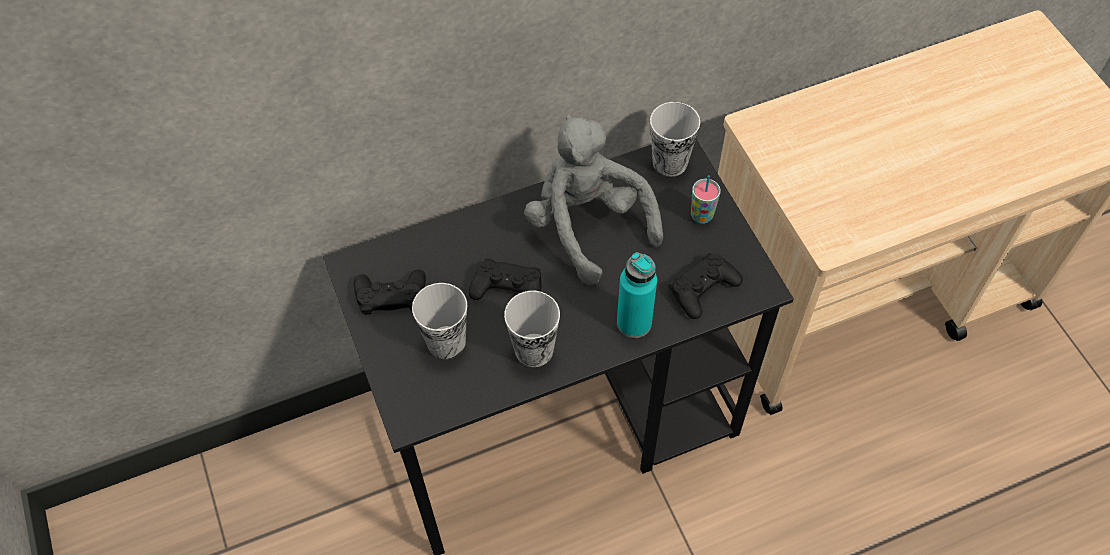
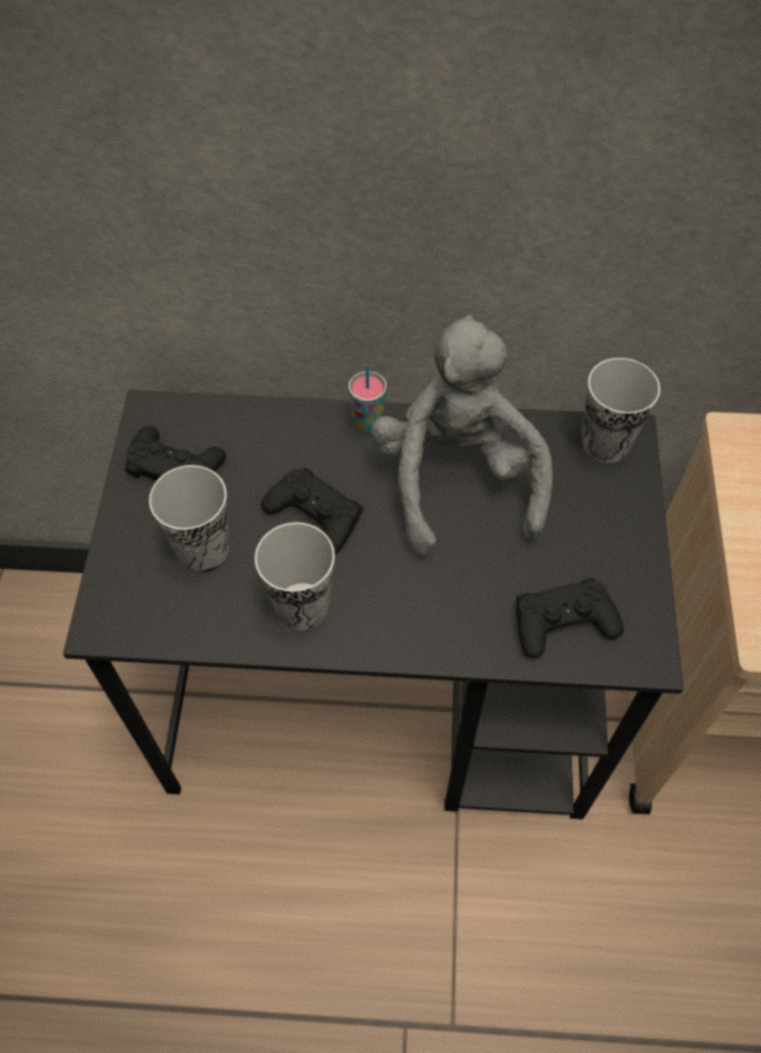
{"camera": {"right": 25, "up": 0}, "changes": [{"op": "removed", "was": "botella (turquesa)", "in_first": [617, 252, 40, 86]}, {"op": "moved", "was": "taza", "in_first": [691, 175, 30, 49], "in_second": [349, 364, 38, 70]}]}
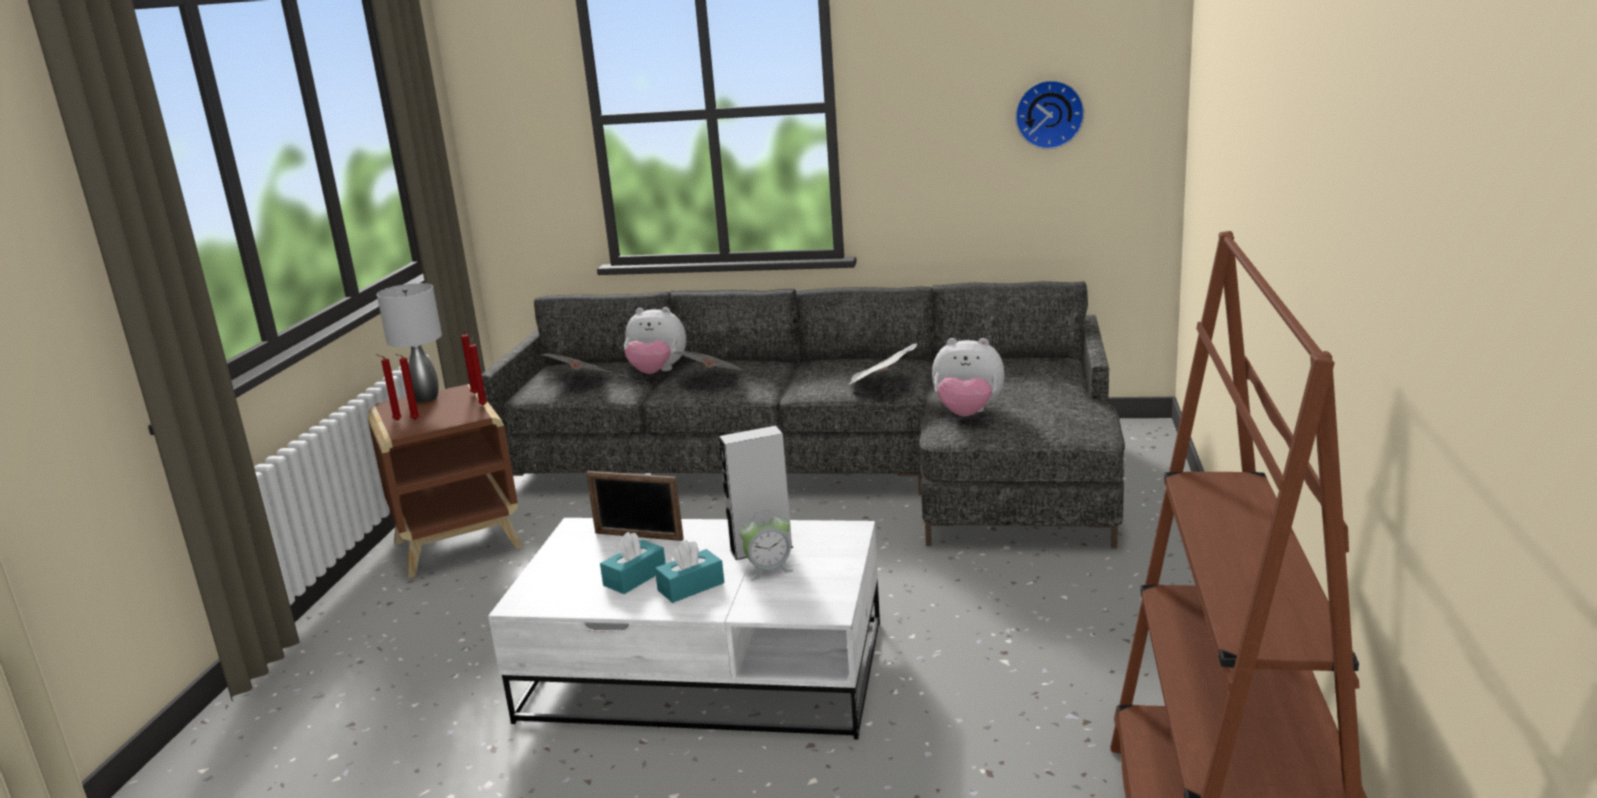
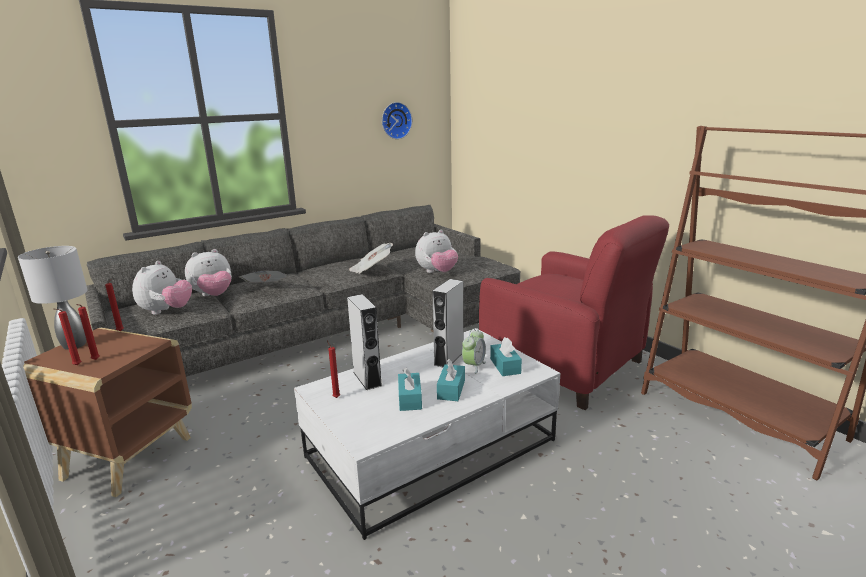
{"camera": {"right": -45, "up": 0}, "changes": [{"op": "moved", "was": "vela (rojo)", "in_first": [469, 337, 18, 68], "in_second": [327, 341, 13, 57]}, {"op": "replaced", "was": "periódico", "now": "peluche", "in_first": [542, 354, 71, 18], "in_second": [132, 261, 60, 54]}, {"op": "replaced", "was": "portarretratos", "now": "altavoz (gris)", "in_first": [586, 471, 98, 70], "in_second": [347, 294, 35, 96]}, {"op": "added", "now": "sillón (rojo)", "in_second": [479, 216, 190, 194]}, {"op": "added", "now": "caja de pañuelos (turquesa)", "in_second": [490, 337, 32, 39]}]}
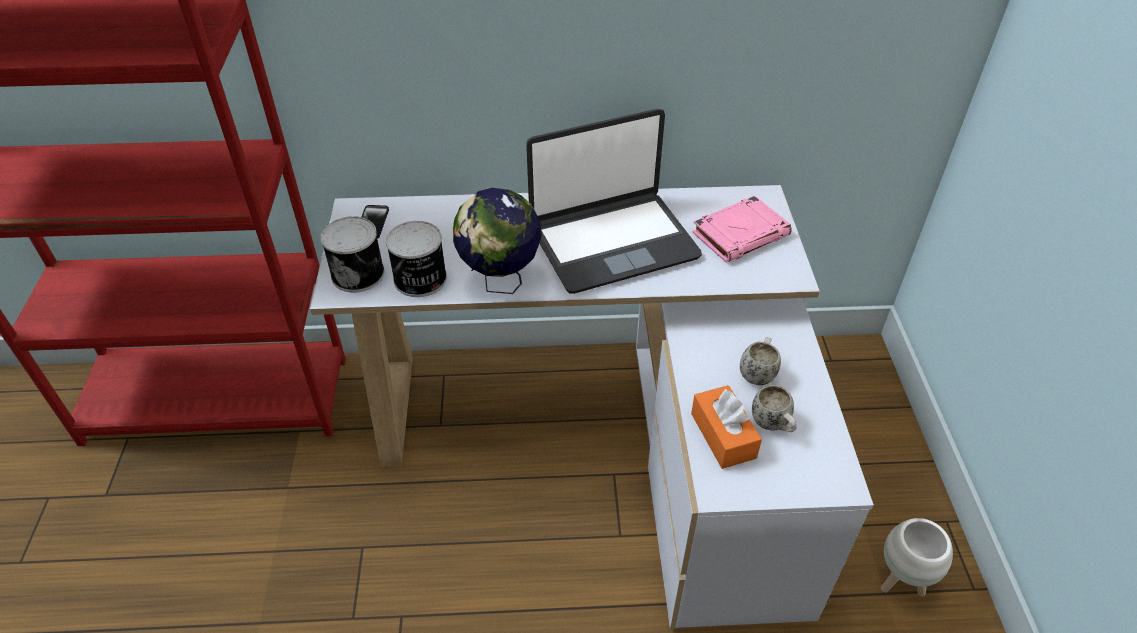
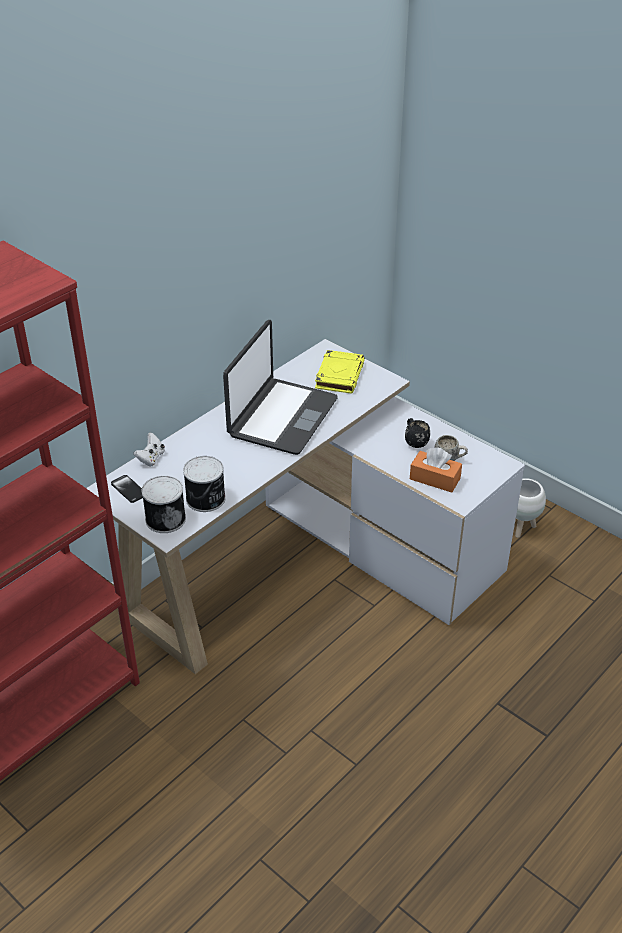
{"camera": {"right": -45, "up": -5}, "changes": [{"op": "removed", "was": "globo terráqueo", "in_first": [453, 188, 89, 106]}, {"op": "recoloured", "was": "libro (rosa)", "now": "libro (amarillo)", "in_first": [692, 196, 100, 67], "in_second": [315, 350, 50, 44]}, {"op": "recoloured", "was": "taza grande (blanco)", "now": "taza grande (negro)", "in_first": [740, 337, 41, 48], "in_second": [405, 418, 25, 30]}, {"op": "added", "now": "mando de consola (blanco)", "in_second": [133, 433, 32, 33]}]}
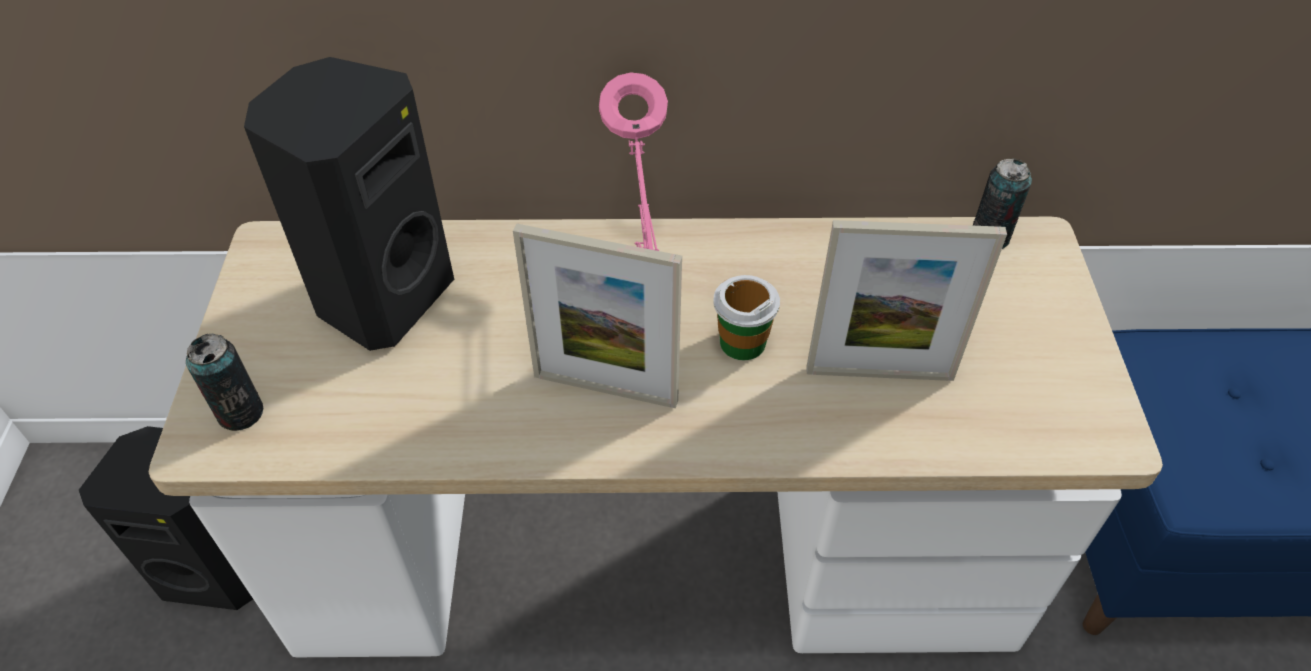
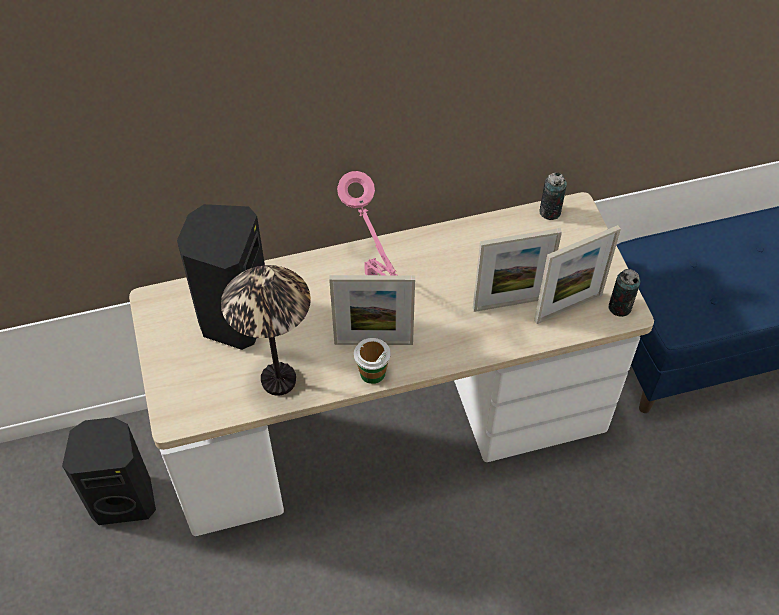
{"camera": {"right": -15, "up": 5}, "changes": [{"op": "moved", "was": "lata", "in_first": [186, 334, 77, 97], "in_second": [609, 269, 31, 48]}, {"op": "moved", "was": "taza", "in_first": [713, 275, 67, 85], "in_second": [354, 338, 36, 46]}, {"op": "added", "now": "lámpara de mesa", "in_second": [221, 265, 90, 131]}, {"op": "added", "now": "portarretratos", "in_second": [534, 225, 87, 99]}]}
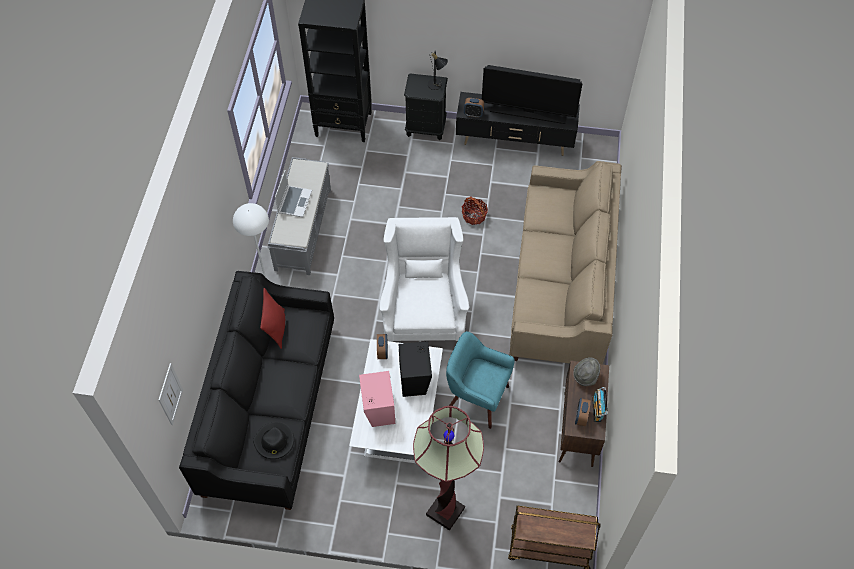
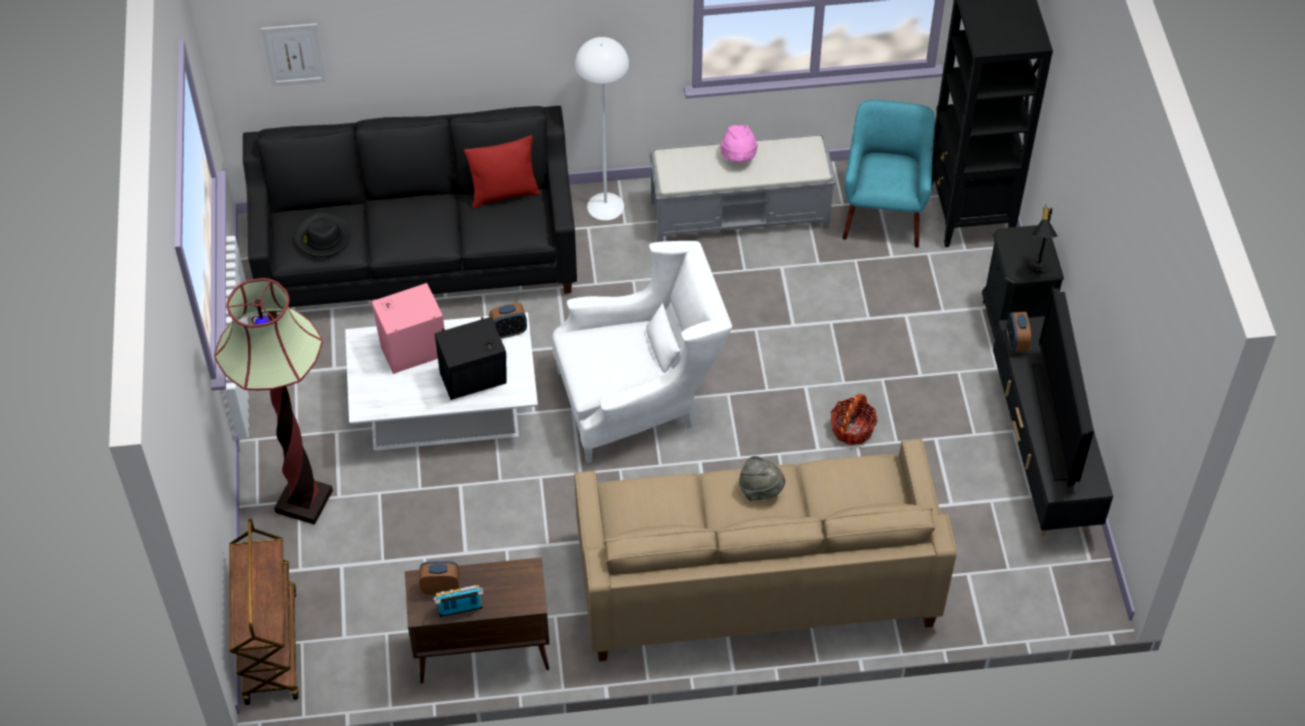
{"camera": {"right": 75, "up": -5}, "changes": [{"op": "replaced", "was": "portátil", "now": "sombrero (rosa)", "in_first": [275, 170, 37, 47], "in_second": [720, 125, 38, 37]}, {"op": "moved", "was": "sillón (turquesa)", "in_first": [446, 331, 69, 98], "in_second": [842, 100, 93, 148]}, {"op": "moved", "was": "sombrero (gris)", "in_first": [573, 357, 28, 29], "in_second": [739, 456, 46, 45]}]}
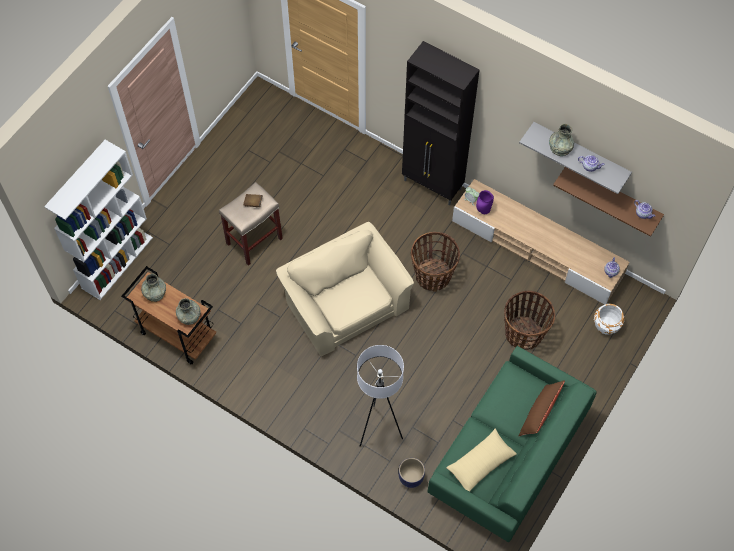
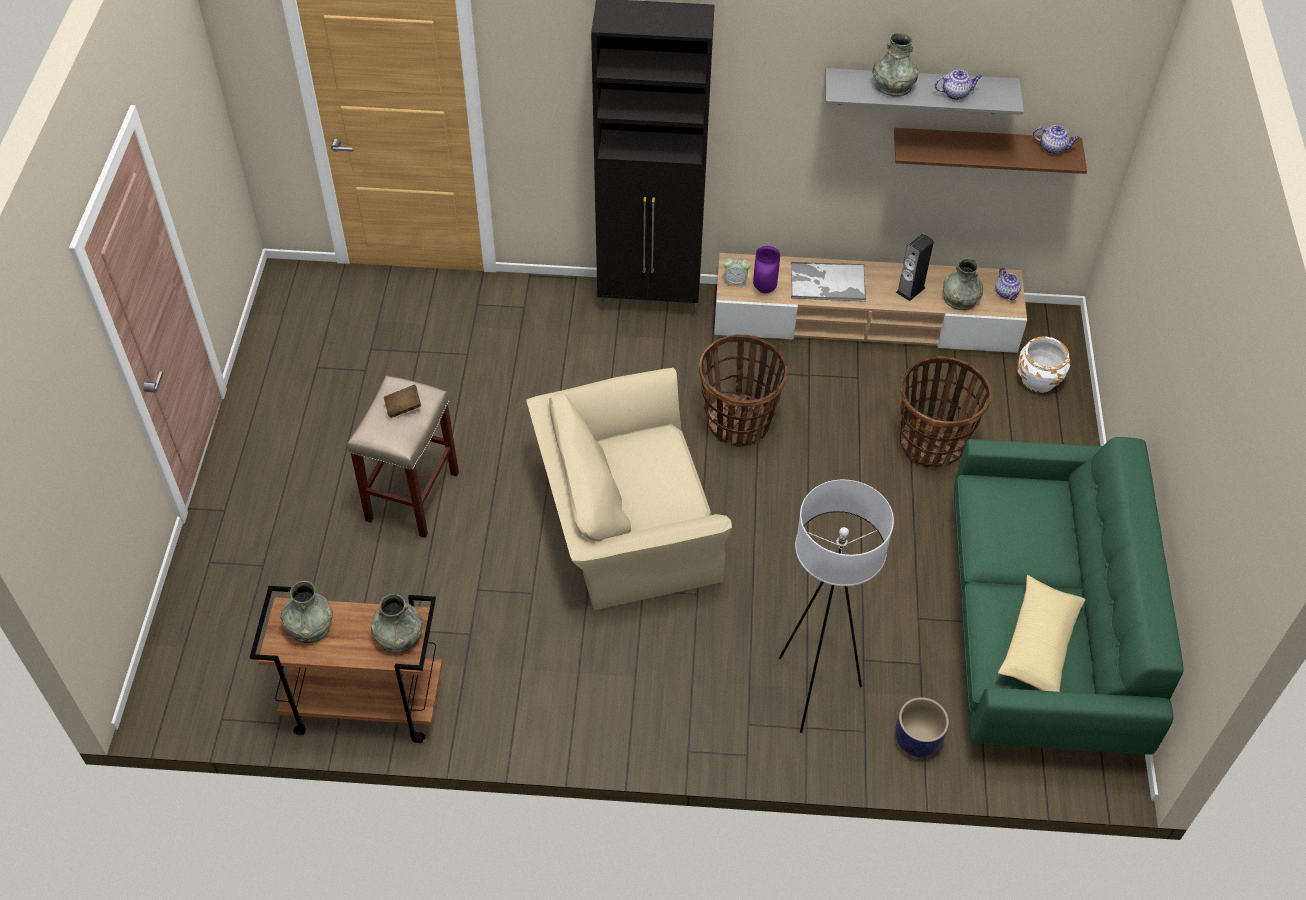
{"camera": {"right": -30, "up": -10}, "changes": [{"op": "removed", "was": "estantería (blanco)", "in_first": [44, 140, 109, 160]}, {"op": "turned", "was": "sillón (beis)", "in_first": [276, 222, 138, 134], "in_second": [526, 368, 206, 242], "clockwise": -45}, {"op": "removed", "was": "cojín (marrón)", "in_first": [519, 380, 46, 56]}, {"op": "added", "now": "bandeja", "in_second": [791, 262, 75, 40]}, {"op": "added", "now": "altavoz", "in_second": [896, 233, 38, 68]}, {"op": "added", "now": "florero (gris)", "in_second": [943, 258, 40, 52]}]}
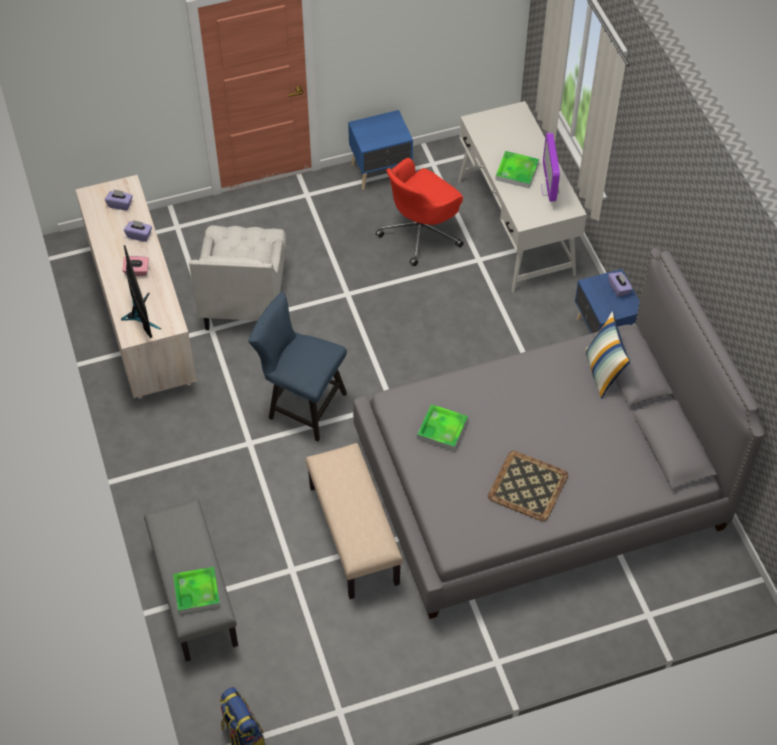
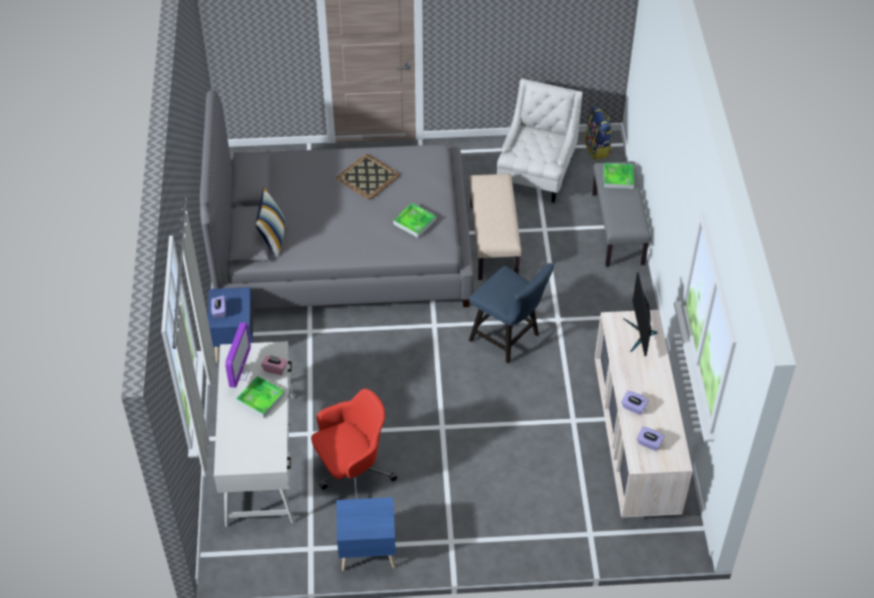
{"camera": {"right": -165, "up": -5}, "changes": [{"op": "moved", "was": "caja de pañuelos (rosa)", "in_first": [122, 256, 27, 20], "in_second": [261, 355, 26, 20]}, {"op": "moved", "was": "sillón (blanco)", "in_first": [189, 225, 97, 105], "in_second": [497, 79, 86, 124]}]}
